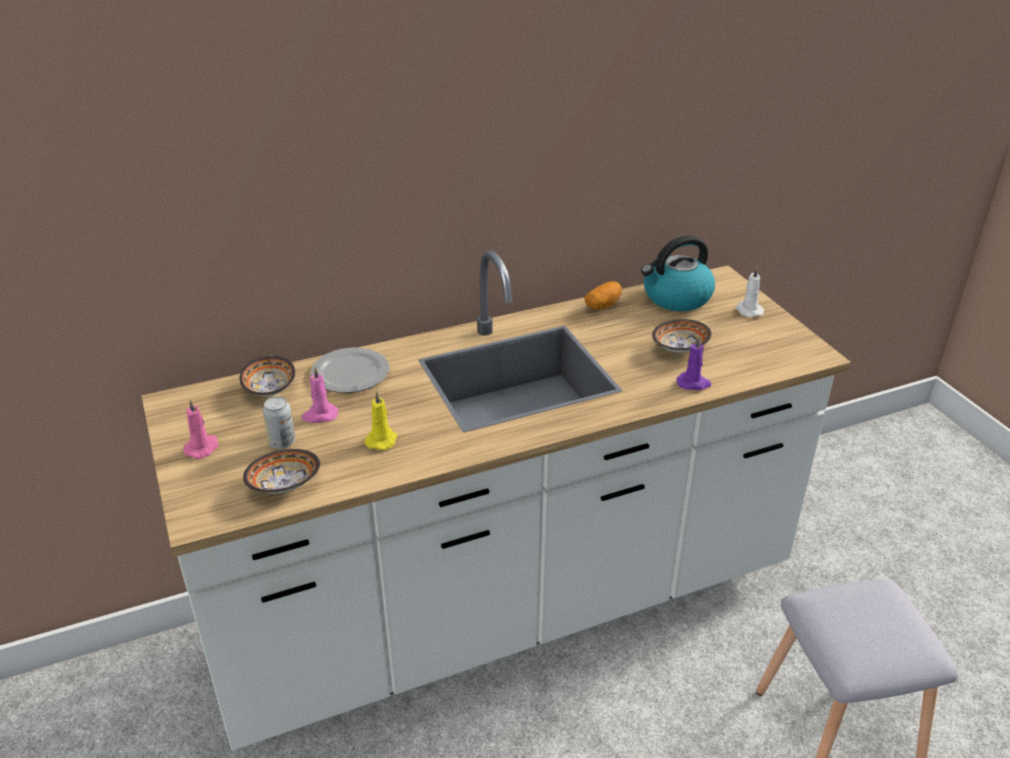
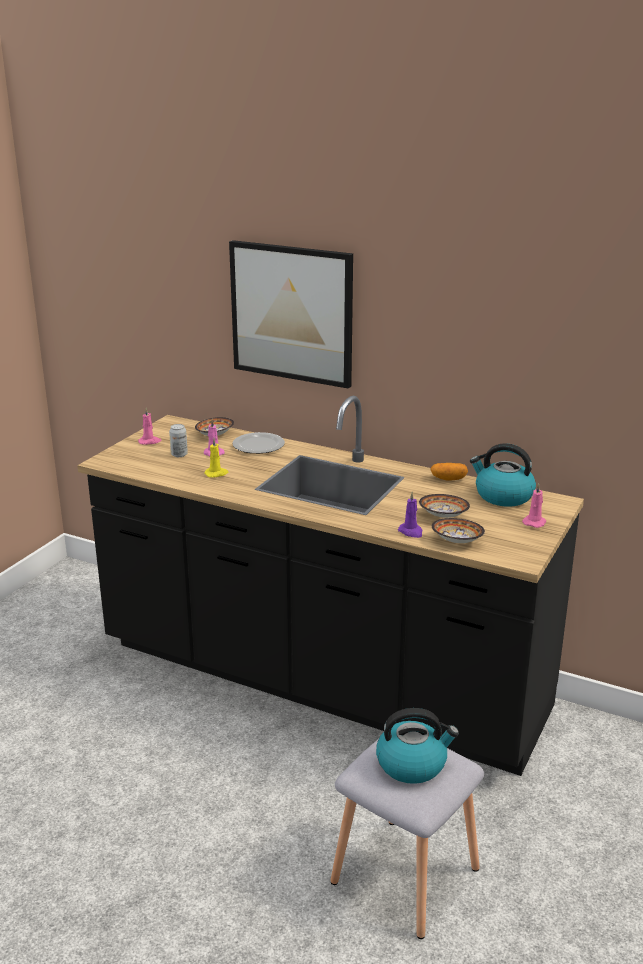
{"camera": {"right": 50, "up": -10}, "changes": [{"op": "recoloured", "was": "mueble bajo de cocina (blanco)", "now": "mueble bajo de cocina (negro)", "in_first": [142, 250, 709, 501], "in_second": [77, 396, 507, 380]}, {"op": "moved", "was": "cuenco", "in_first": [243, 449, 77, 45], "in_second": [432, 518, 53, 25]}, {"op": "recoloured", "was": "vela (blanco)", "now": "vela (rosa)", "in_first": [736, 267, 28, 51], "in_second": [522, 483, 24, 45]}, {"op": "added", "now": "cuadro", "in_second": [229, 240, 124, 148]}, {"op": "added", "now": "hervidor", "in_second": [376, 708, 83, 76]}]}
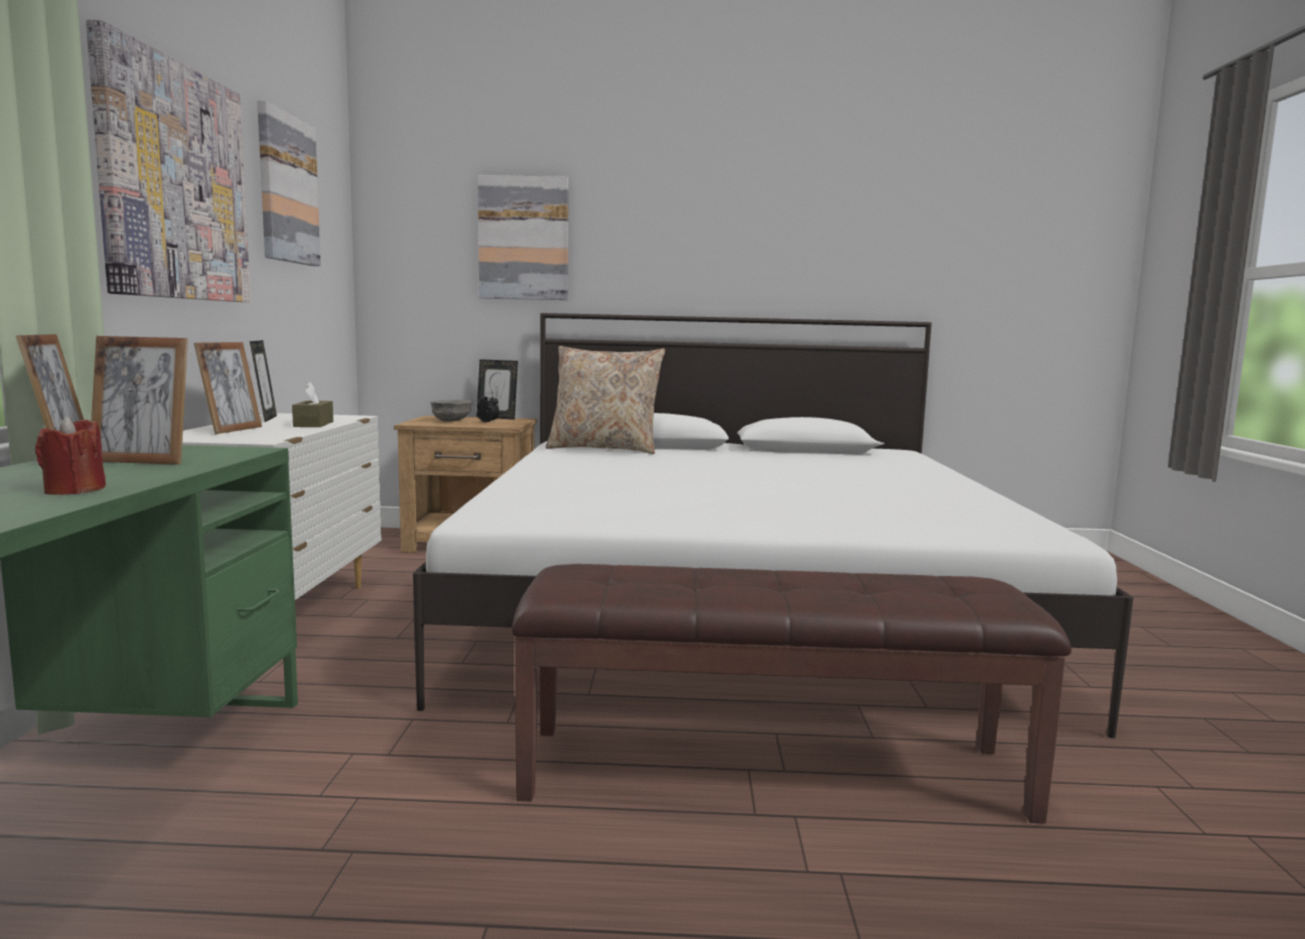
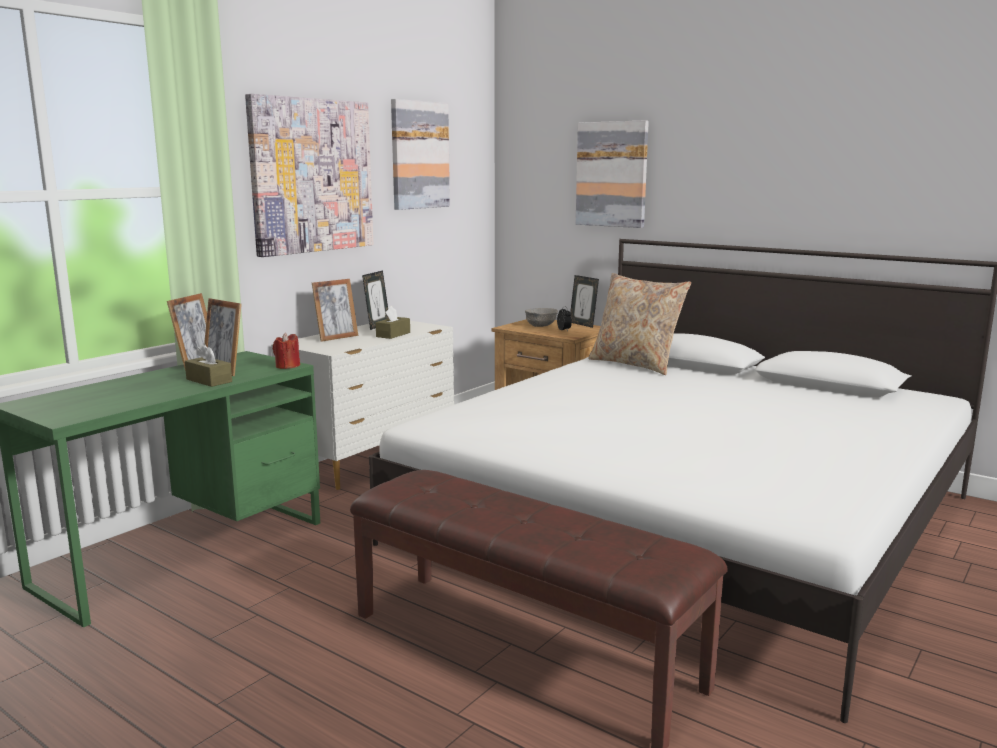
{"camera": {"right": 35, "up": 5}, "changes": [{"op": "moved", "was": "vela (rojo)", "in_first": [35, 416, 71, 79], "in_second": [273, 333, 27, 36]}, {"op": "added", "now": "caja de pañuelos (marrón)", "in_second": [185, 343, 47, 44]}]}
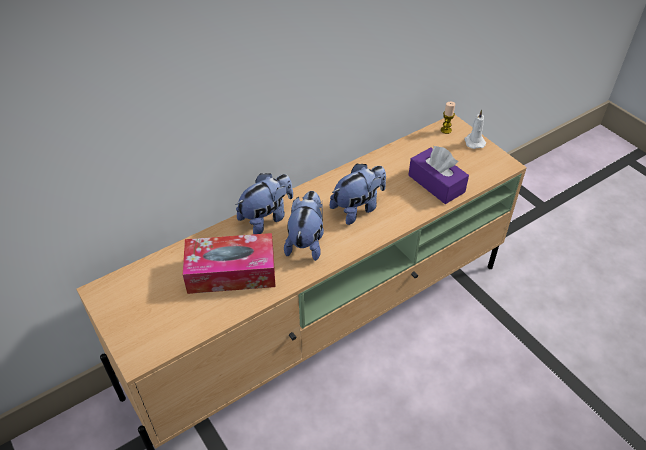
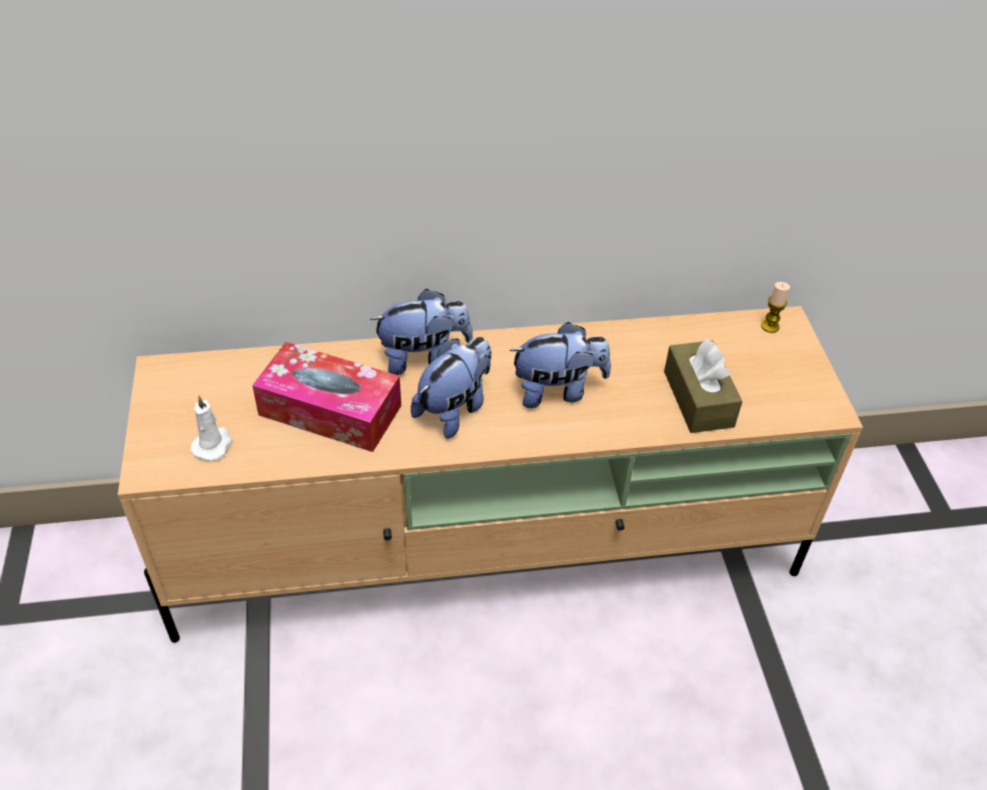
{"camera": {"right": 25, "up": 0}, "changes": [{"op": "recoloured", "was": "caja de pañuelos (morado)", "now": "caja de pañuelos (marrón)", "in_first": [408, 146, 61, 58], "in_second": [664, 338, 78, 95]}, {"op": "moved", "was": "vela (blanco)", "in_first": [464, 110, 22, 39], "in_second": [190, 395, 42, 66]}]}
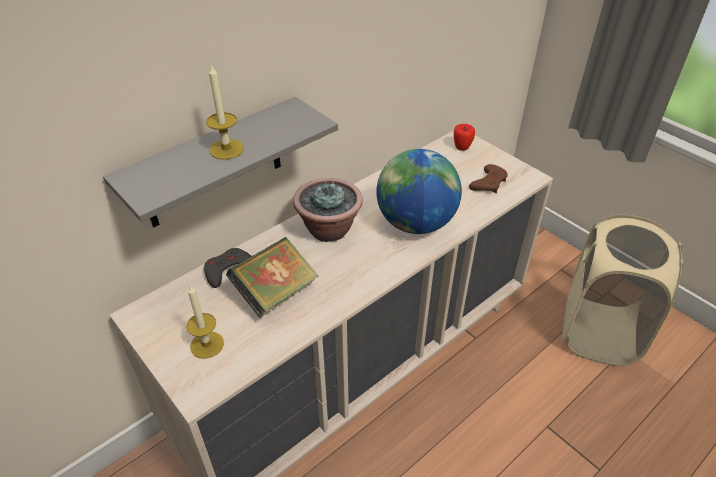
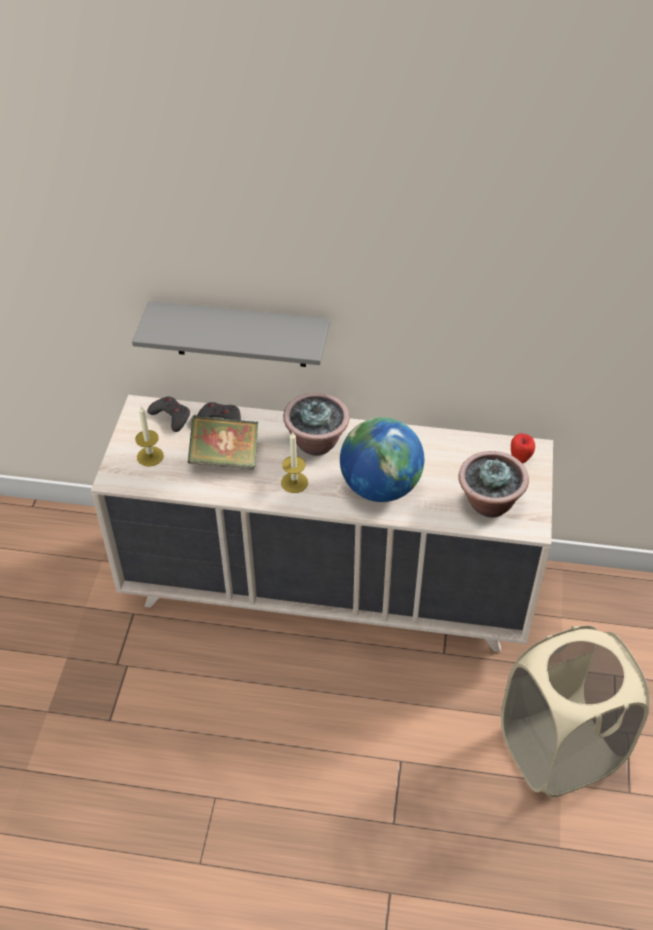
{"camera": {"right": 50, "up": 5}, "changes": [{"op": "moved", "was": "vela", "in_first": [206, 64, 38, 96], "in_second": [281, 431, 27, 62]}, {"op": "replaced", "was": "mando de consola (marrón)", "now": "planta en maceta", "in_first": [469, 164, 39, 29], "in_second": [458, 451, 71, 66]}, {"op": "added", "now": "mando de consola (gris)", "in_second": [147, 397, 43, 35]}]}
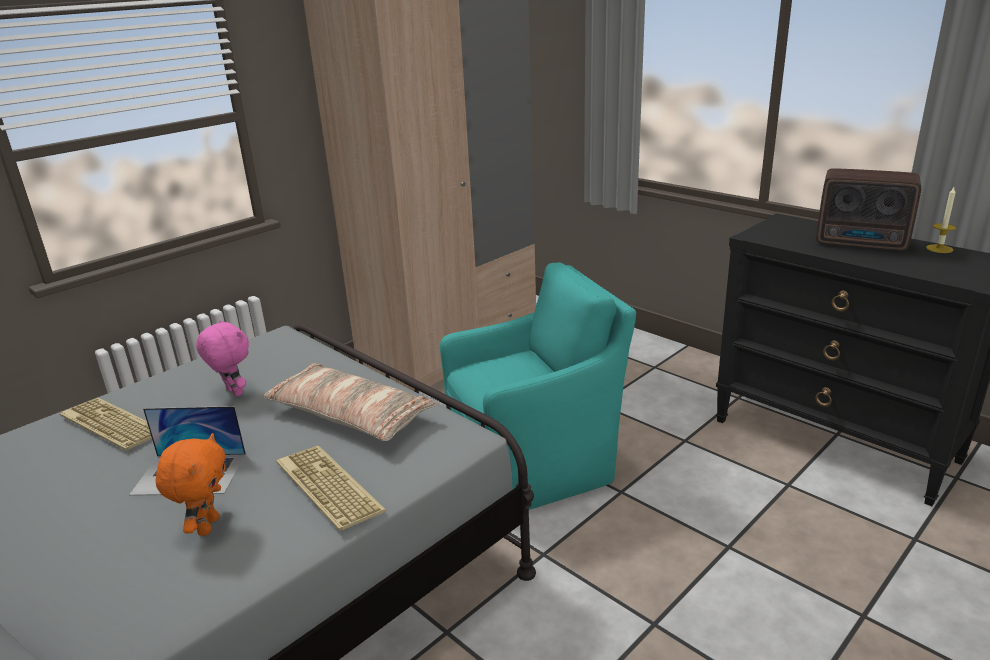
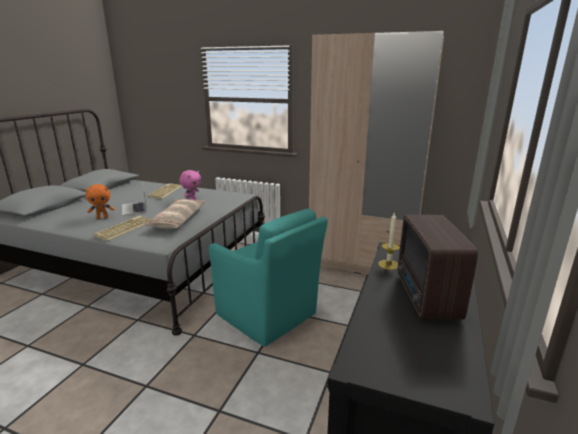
{"camera": {"right": 65, "up": -5}, "changes": [{"op": "moved", "was": "vela", "in_first": [926, 187, 30, 66], "in_second": [378, 212, 22, 58]}]}
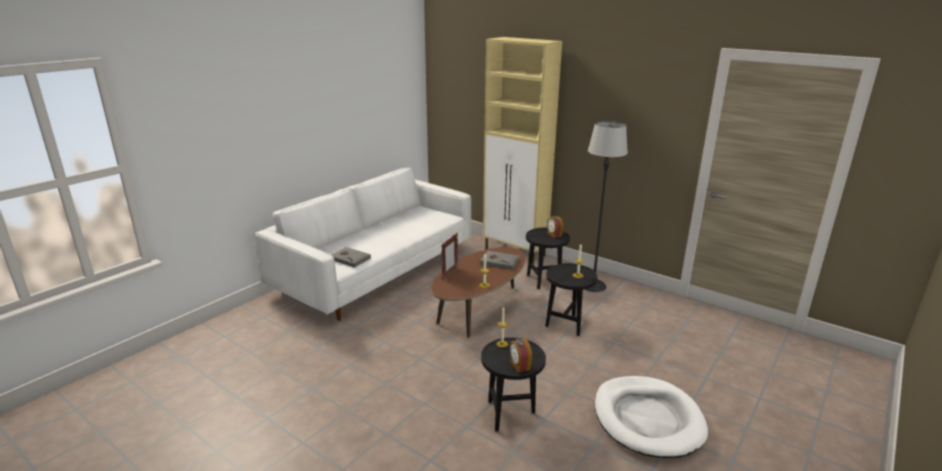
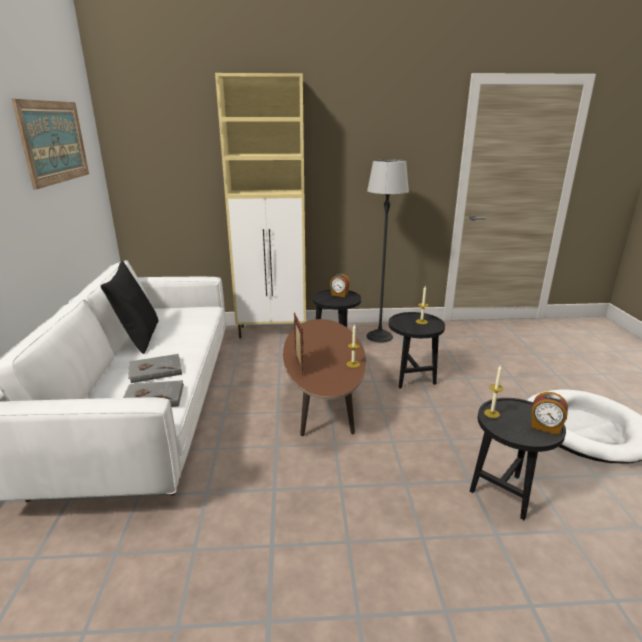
{"camera": {"right": -40, "up": 0}, "changes": [{"op": "moved", "was": "libro (gris)", "in_first": [480, 251, 40, 19], "in_second": [128, 354, 54, 29]}, {"op": "added", "now": "cuadro", "in_second": [11, 99, 78, 91]}, {"op": "added", "now": "cojín (negro)", "in_second": [101, 261, 58, 93]}]}
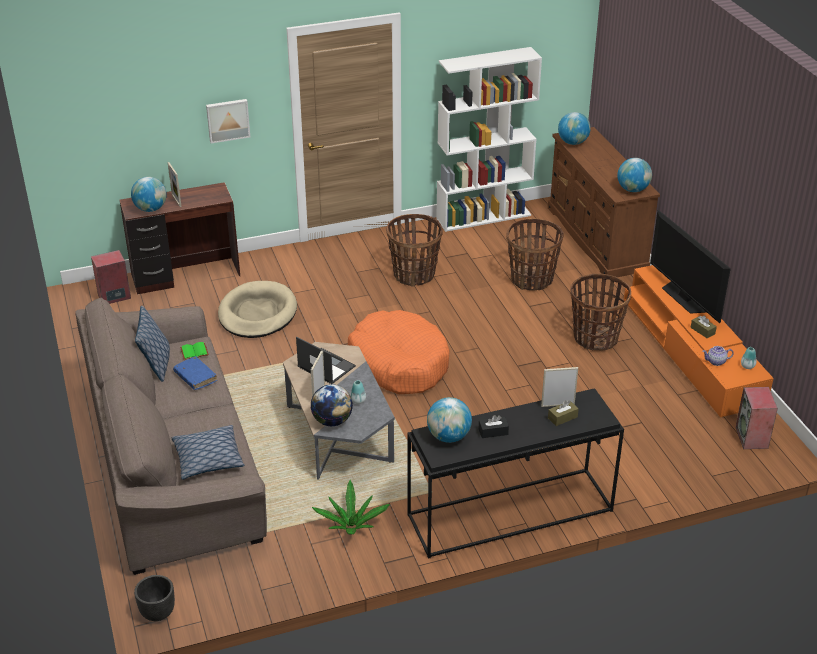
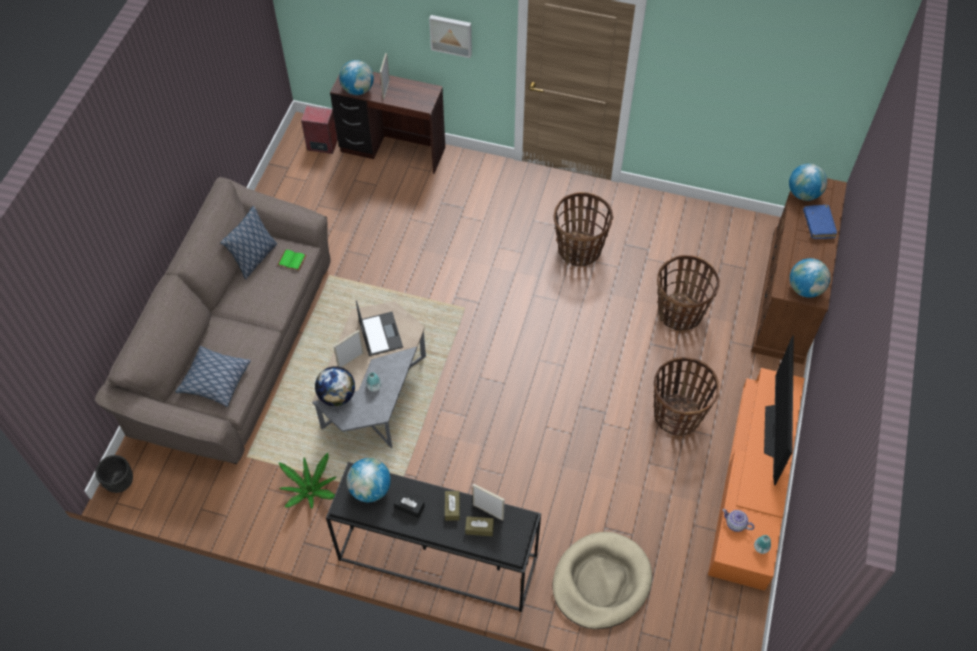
{"camera": {"right": 35, "up": 20}, "changes": [{"op": "moved", "was": "libro (azul)", "in_first": [173, 356, 44, 34], "in_second": [803, 205, 34, 34]}, {"op": "moved", "was": "cama para perro (beis)", "in_first": [218, 281, 79, 57], "in_second": [553, 532, 99, 97]}, {"op": "removed", "was": "cama para perro (naranja)", "in_first": [348, 310, 102, 84]}, {"op": "removed", "was": "estantería (blanco)", "in_first": [436, 47, 106, 185]}, {"op": "moved", "was": "caja de pañuelos (marrón)", "in_first": [691, 315, 26, 23], "in_second": [445, 491, 15, 30]}, {"op": "removed", "was": "altavoz", "in_first": [735, 387, 43, 62]}]}
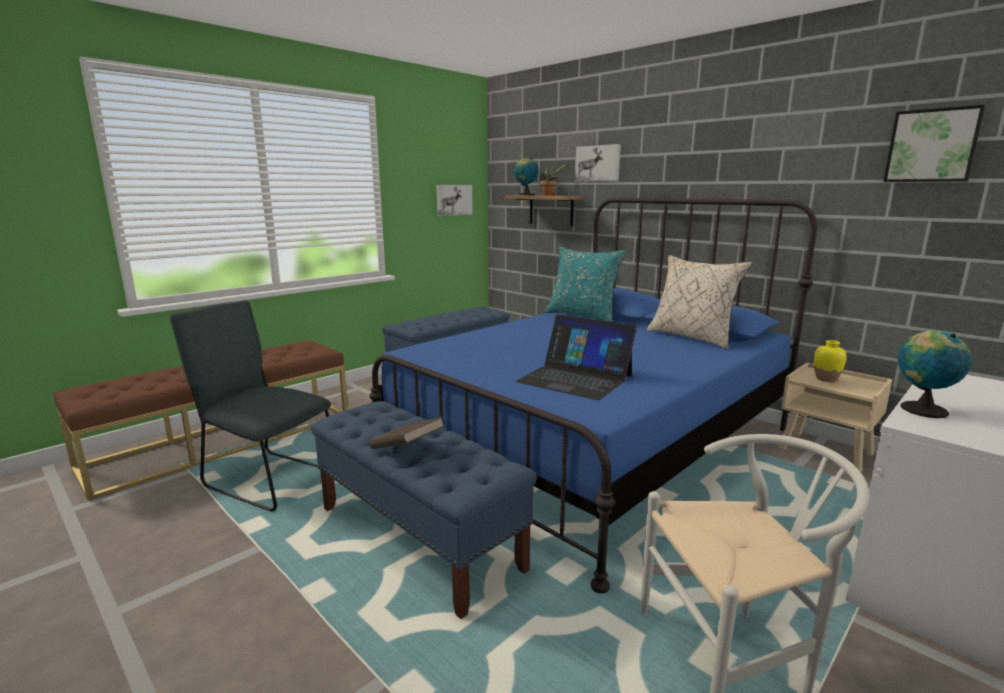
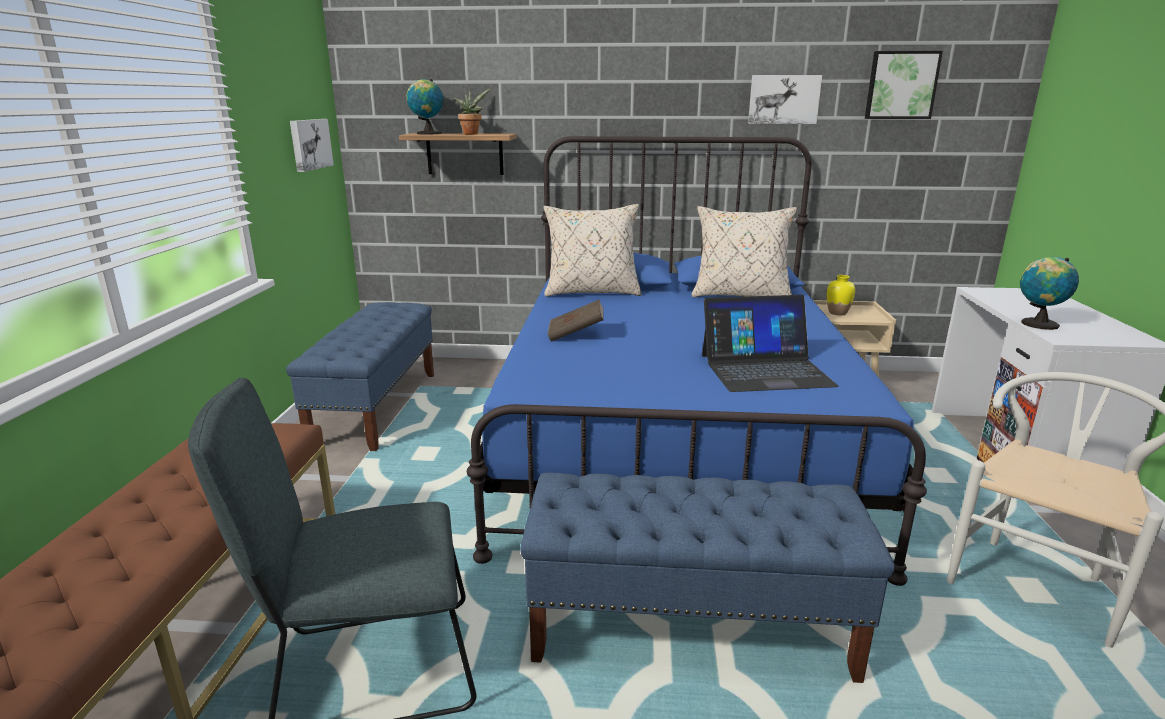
{"camera": {"right": -40, "up": 5}, "changes": [{"op": "moved", "was": "libro (marrón)", "in_first": [369, 417, 76, 32], "in_second": [548, 299, 56, 43]}, {"op": "recoloured", "was": "cojín (turquesa)", "now": "cojín (beis)", "in_first": [545, 246, 82, 76], "in_second": [544, 204, 97, 92]}, {"op": "moved", "was": "cuadro", "in_first": [575, 144, 46, 37], "in_second": [748, 75, 74, 49]}]}
